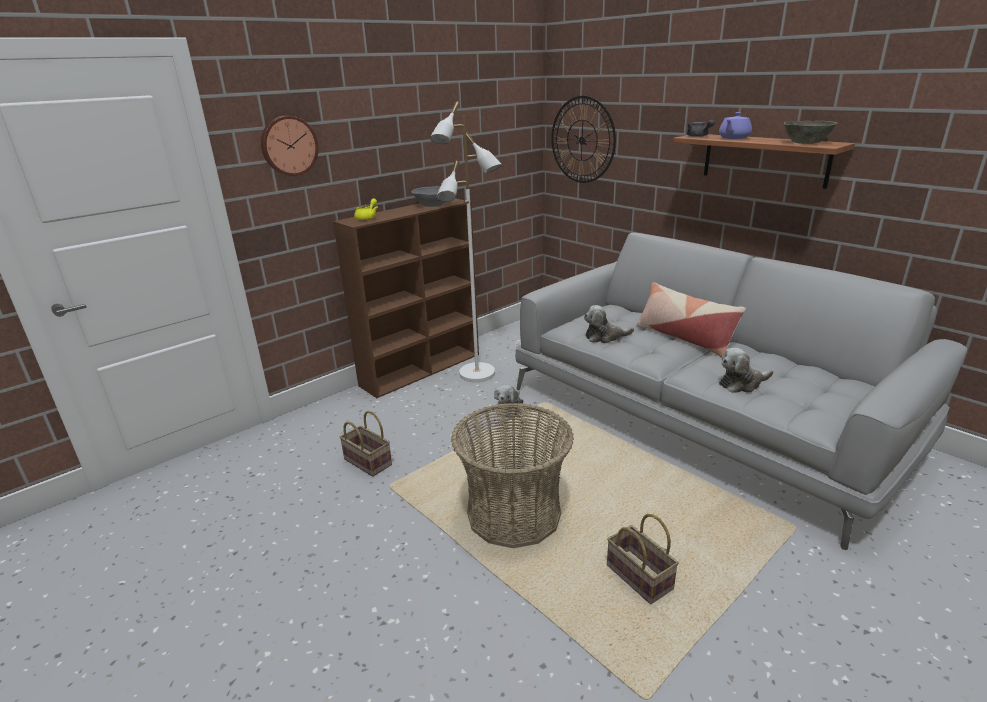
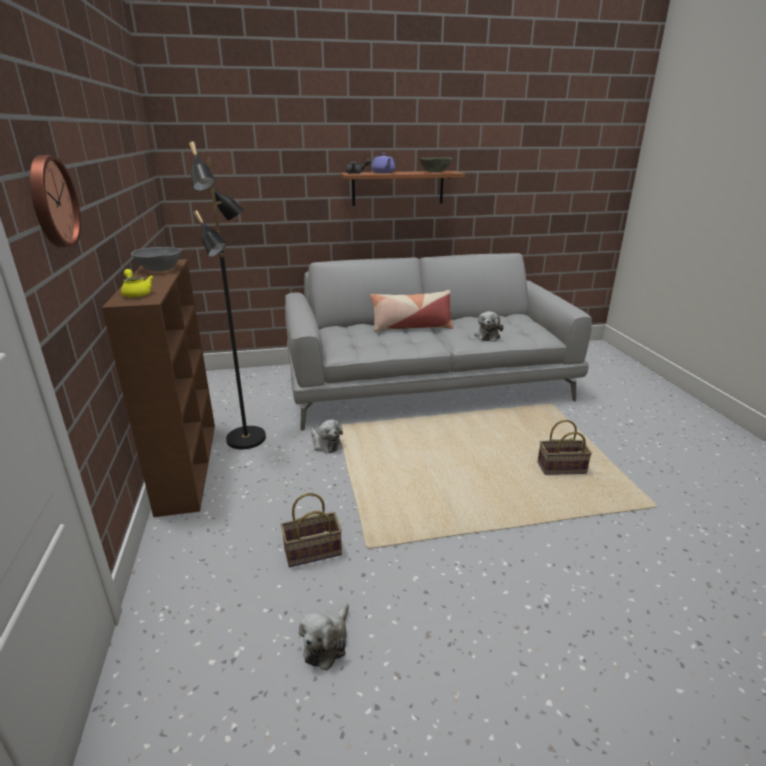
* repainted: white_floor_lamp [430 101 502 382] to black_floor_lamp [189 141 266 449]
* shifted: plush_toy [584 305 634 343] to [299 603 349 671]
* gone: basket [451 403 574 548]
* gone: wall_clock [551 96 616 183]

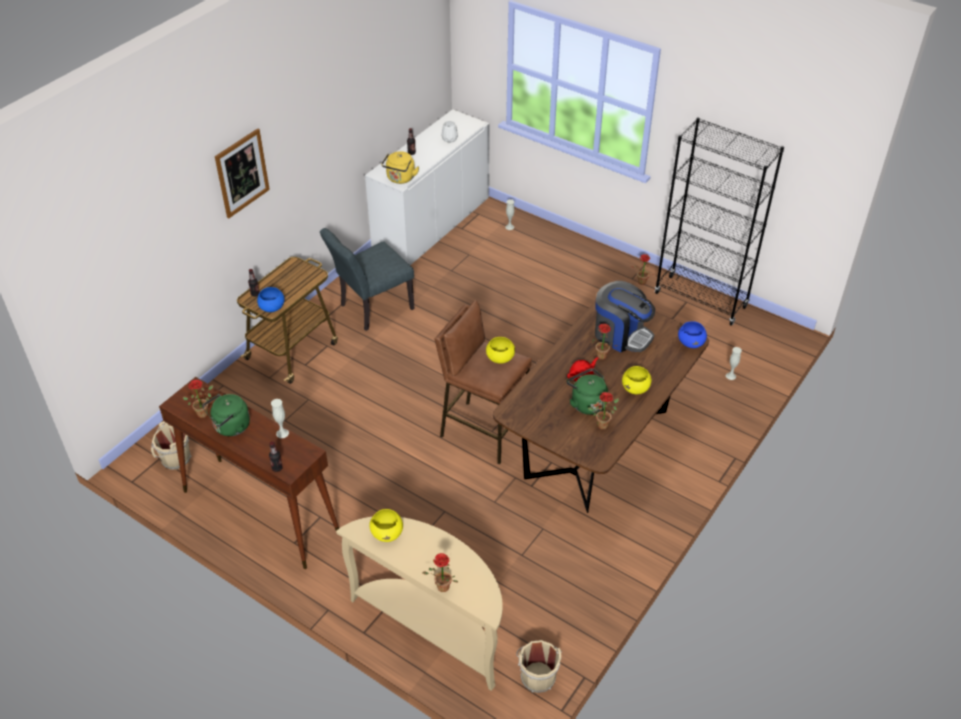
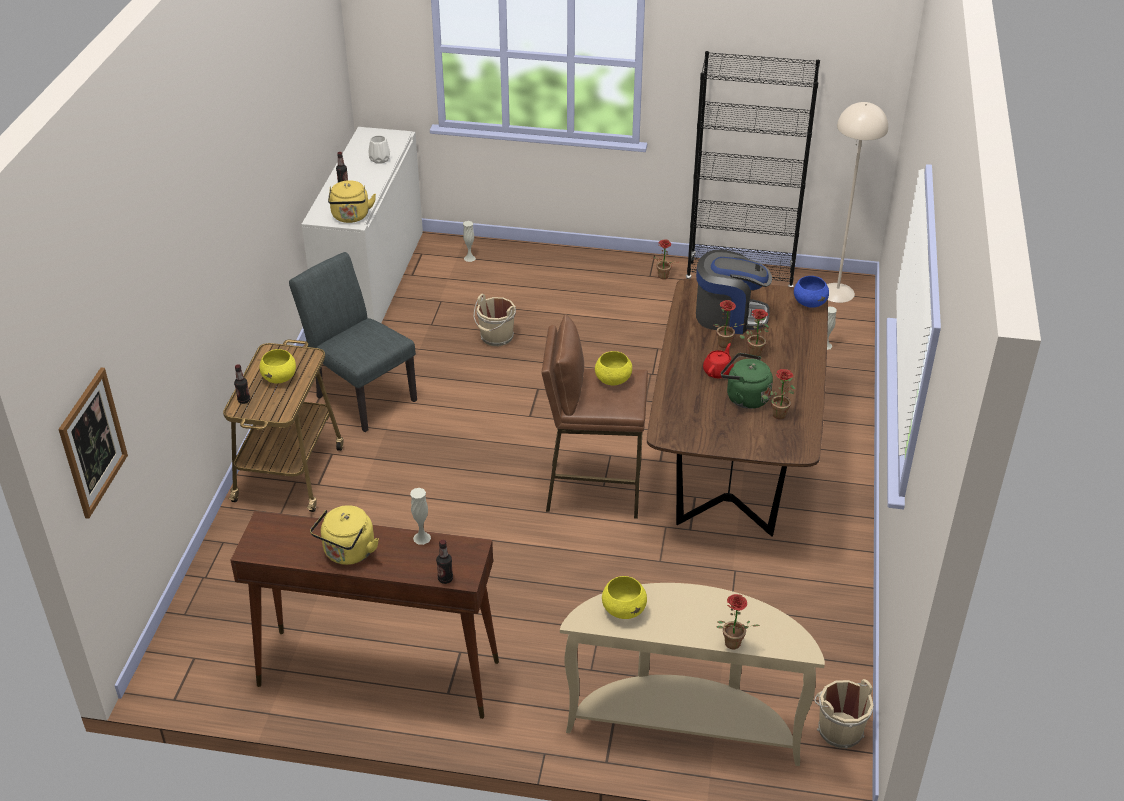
* shifted: picture [215 128 270 218] to [59 367 128 519]
* shifted: yellow_bowl [622 366 651 394] to [260 349 296 383]
* rotated: grey_chair [320 228 415 331] = [289 252 417 432] 105 degrees clockwise
* repainted: green_kettle [202 394 250 436] to yellow_kettle [310 505 379 565]
* shifted: beige_bucket [151 421 192 470] to [474 294 516 346]
* shifted: potted_plant [183 380 213 418] to [739 309 769 356]
* new: beige_floor_lamp [827 102 888 303]
* gone: blue_bowl [257 287 284 312]

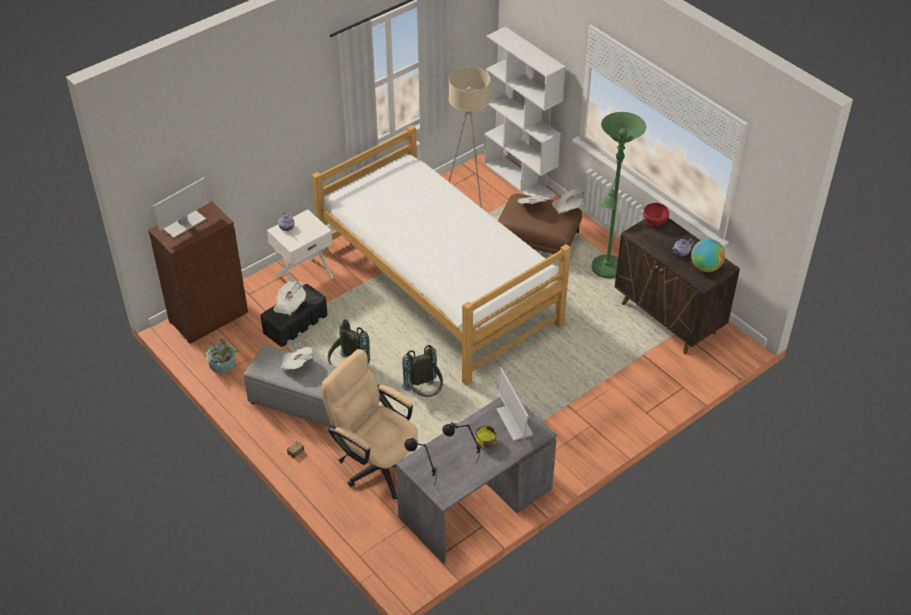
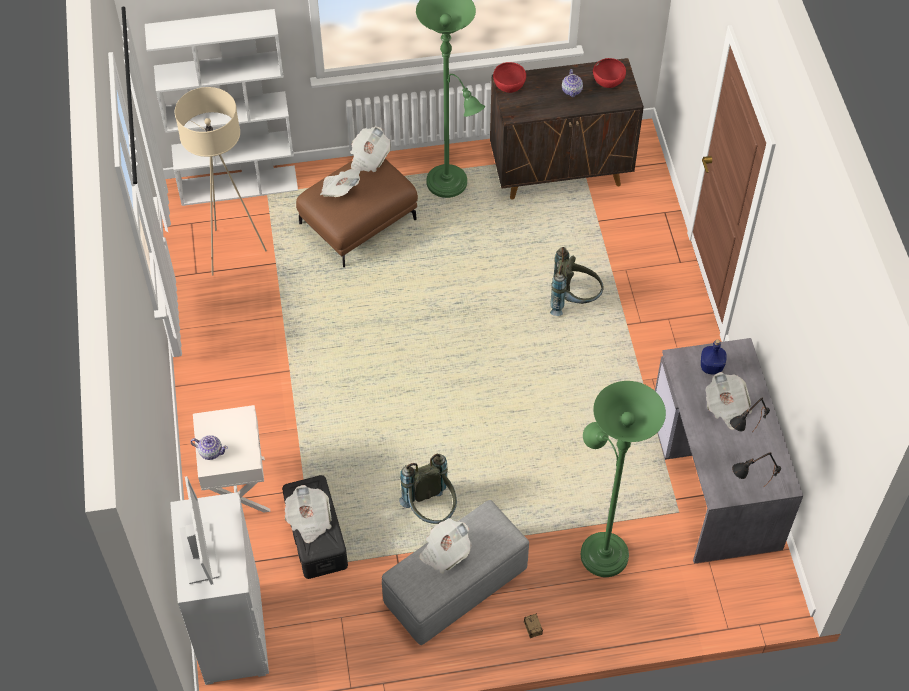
* repainted: brown_dresser [148 200 248 344] to white_dresser [170 492 269 685]
* shifted: grey_backpack [402 345 443 397] to [550 247 604 316]
* swapped: beige_office_chair [321 349 418 499] to green_floor_lamp [581 381 666 577]
* swapped: globe [691 239 725 272] to red_bowl [593 58 626 88]
* swapped: monitor [496 367 533 441] to blue_bottle [701 339 727 375]
* swapped: yellow_bowl [476 426 497 447] to newspaper [705 372 752 430]
* gone: potted_plant [204 338 241 374]
* gone: bed [312 125 571 386]

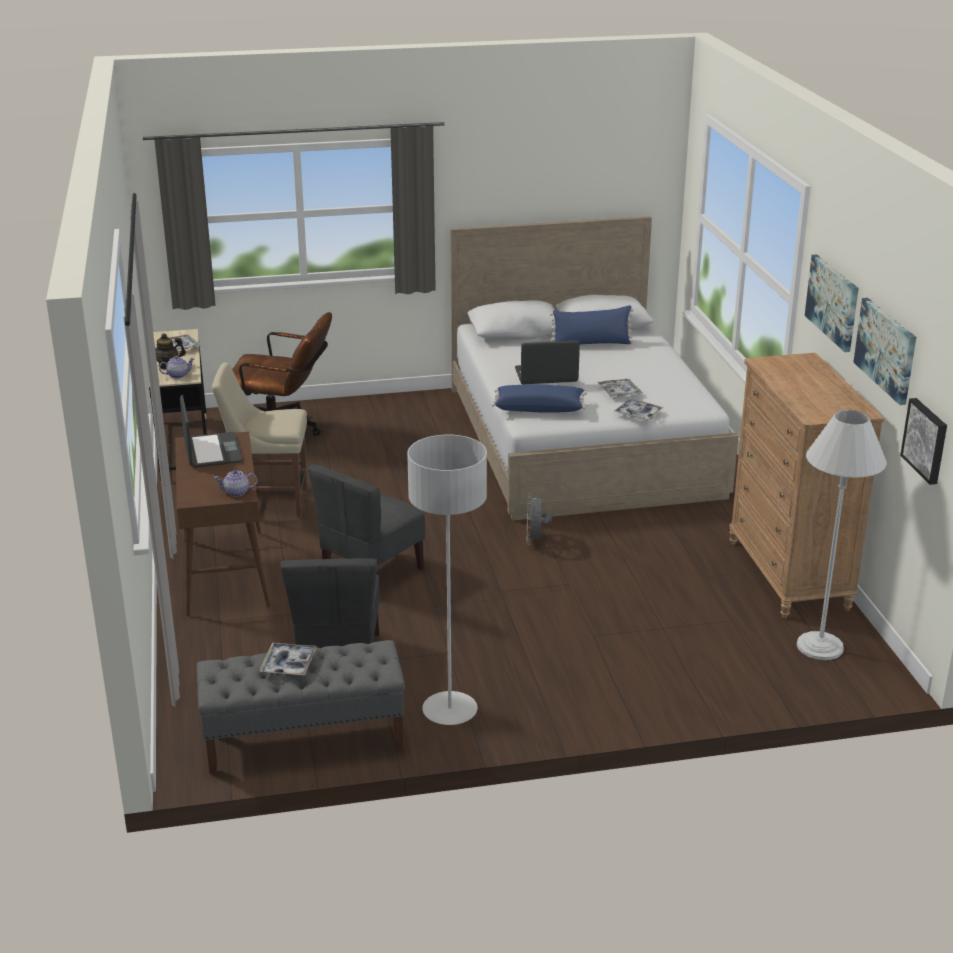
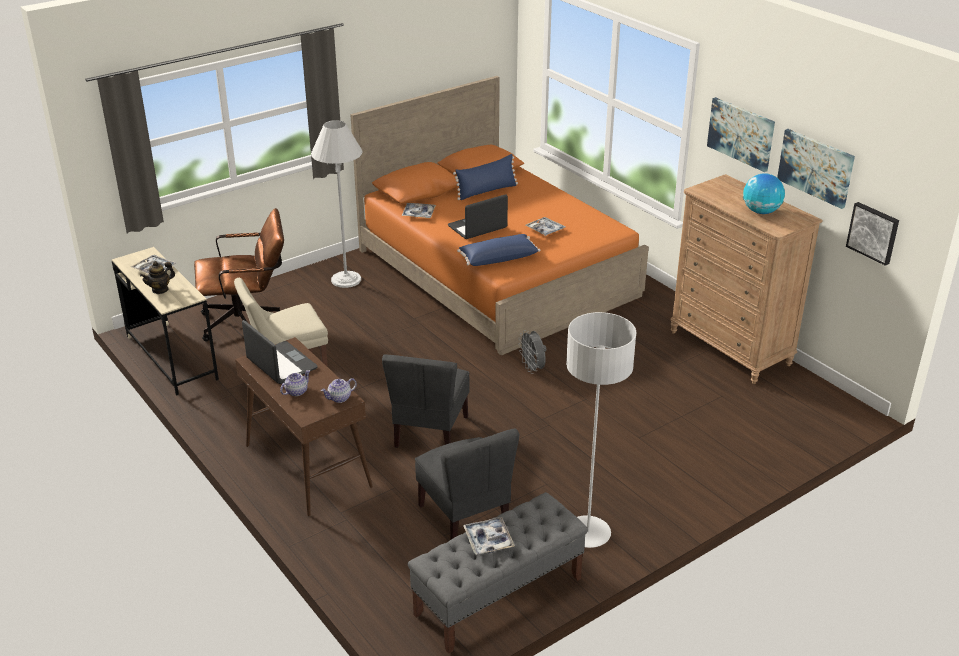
* shifted: teapot [159 356 195 378] to [280 370 310 396]
* shifted: white_floor_lamp [797 410 887 660] to [311 120 362 288]
* repainted: white_bed [450 216 738 521] to orange_bed [350 76 649 356]
* shifted: tray [613 399 663 421] to [402 203 436 218]
* new: globe [743 173 785 214]

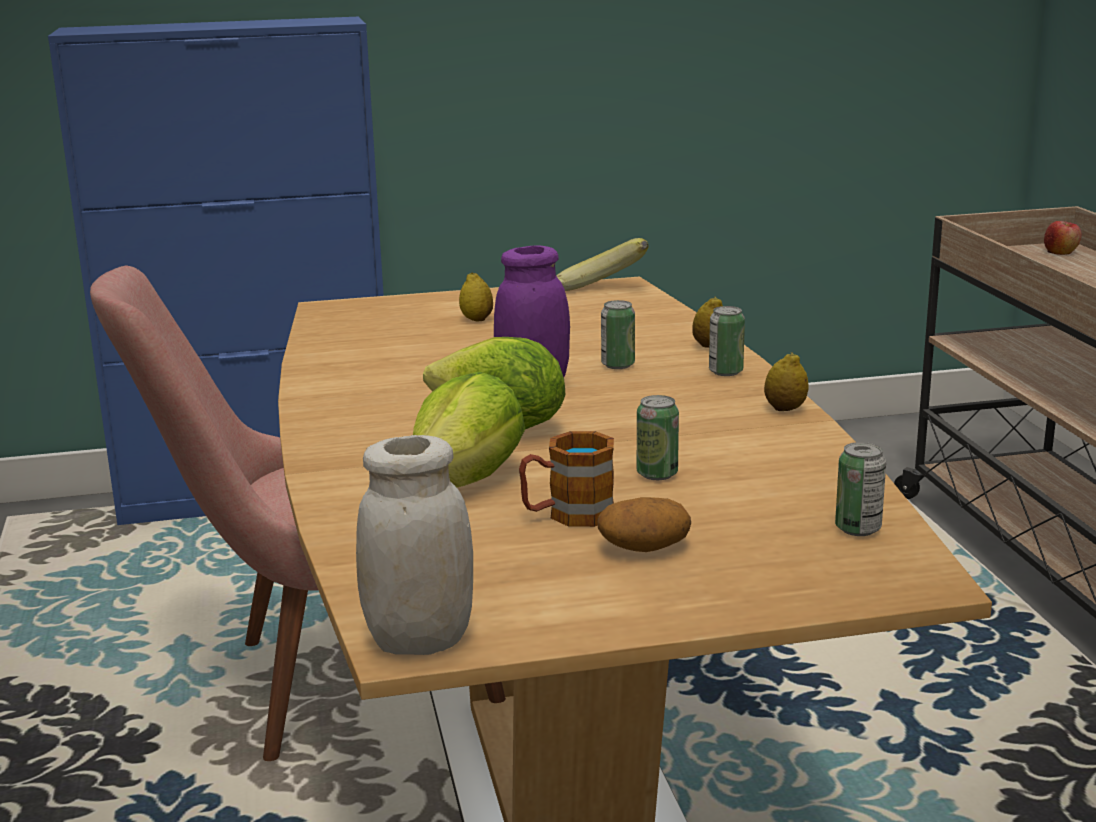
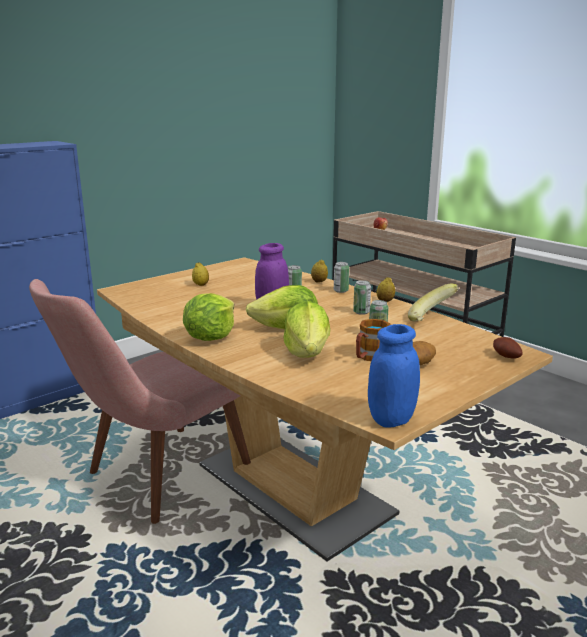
* new: lettuce [183 293 234 341]
* shifted: can [835 442 886 536] to [353 280 371 315]
* repainted: white_jar [356 435 473 655] to blue_jar [368 324 420 428]
* shifted: banana [556 238 649 291] to [408 284 459 321]
* new: potato [493 337 523 359]

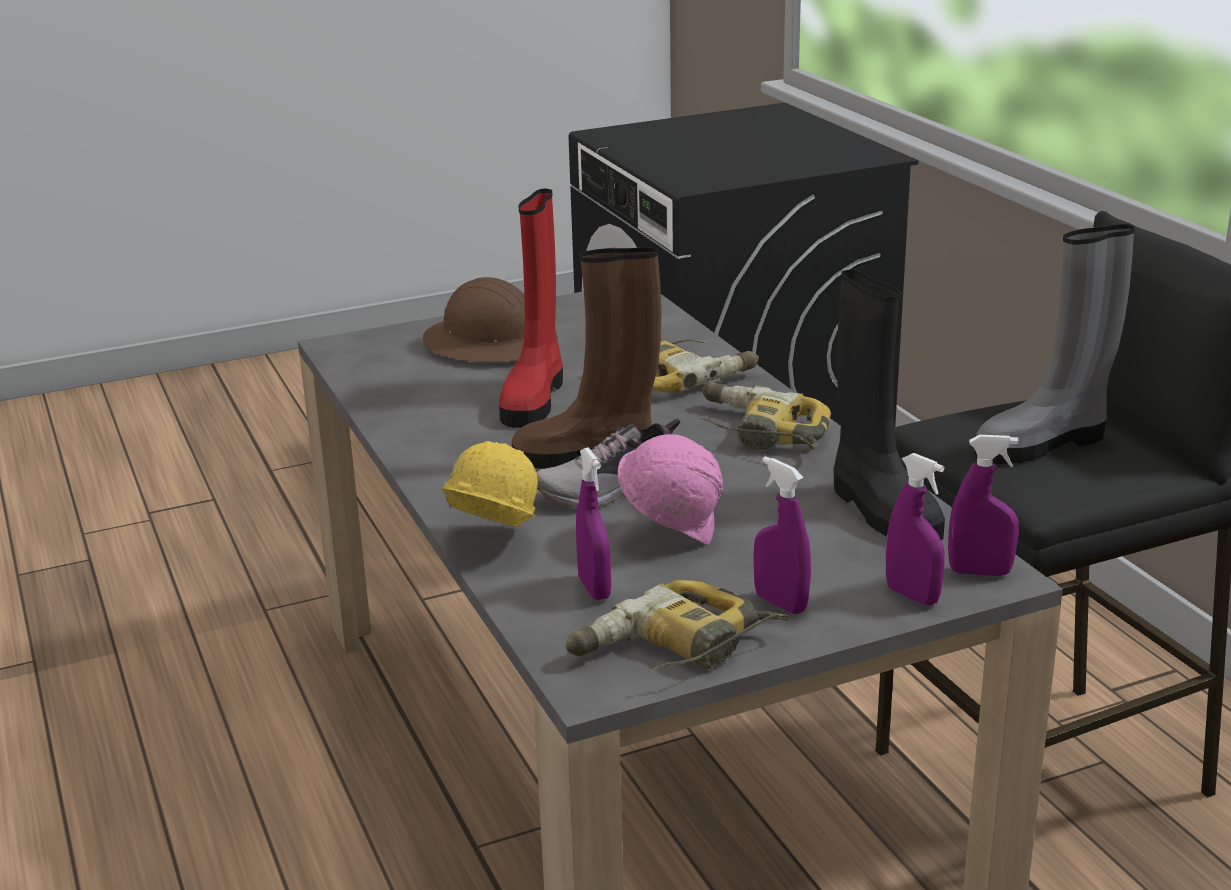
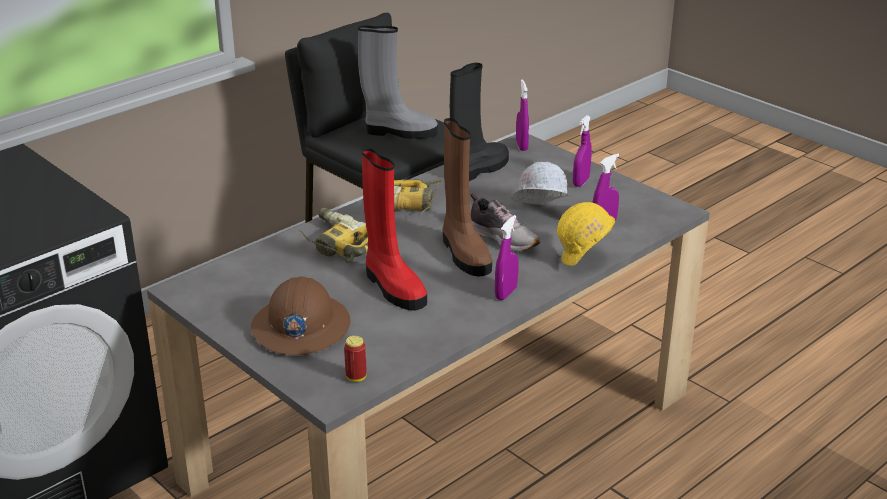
* new: can [344 336 367 382]
* rotated: grey_boot [974 224 1135 464] = [358 25 438 139] 45 degrees counterclockwise
* rotated: red_boot [499 189 563 428] = [362 148 427 311] 60 degrees clockwise
* shifted: purple_spray_bottle [886 453 945 606] to [495 215 518 300]
* repainted: pink_hard_hat [618 434 723 545] to white_hard_hat [511 162 569 205]
* gone: power_drill [565 580 790 673]

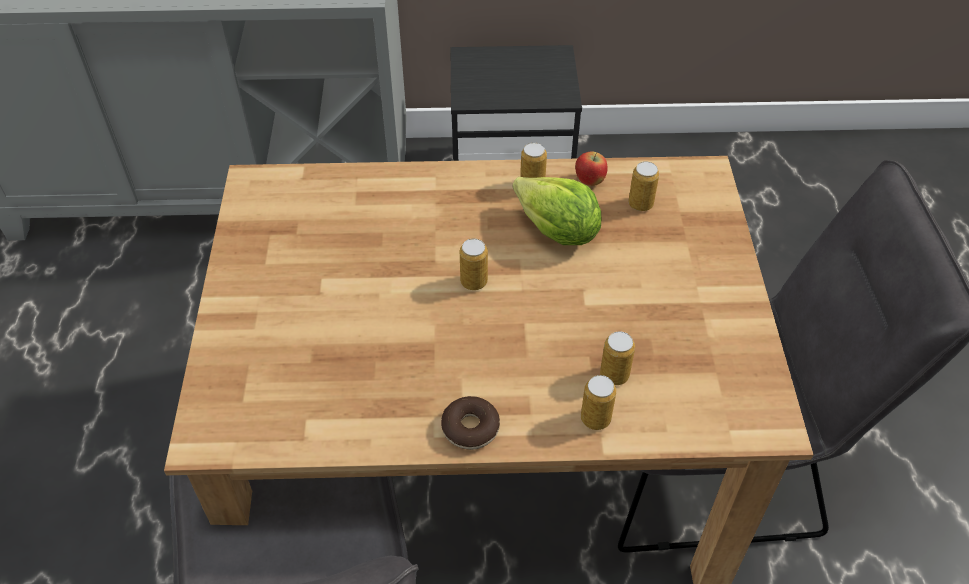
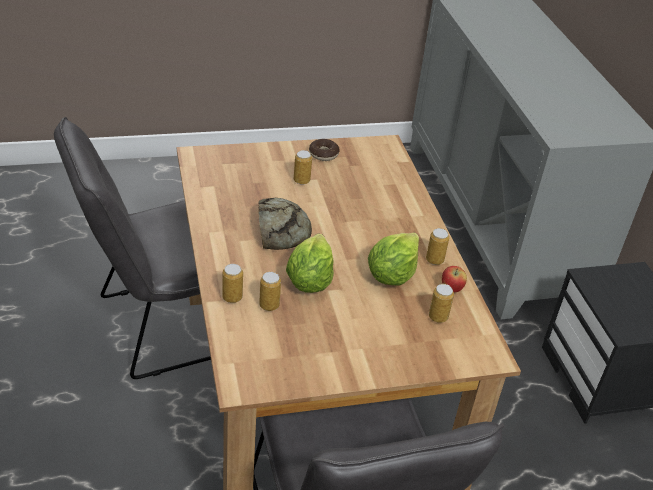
* new: bread [258 198 312 250]
* new: lettuce [286 234 334 293]
* shifted: can [460 239 488 290] to [294 150 312 185]
* shifted: donut [441 396 500 450] to [309 139 339 161]

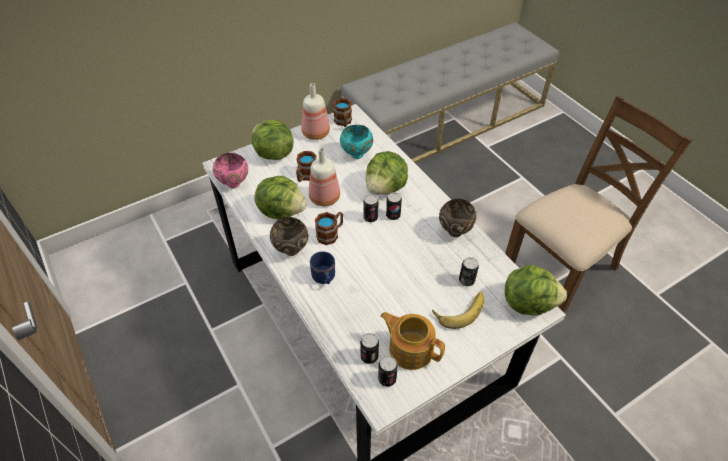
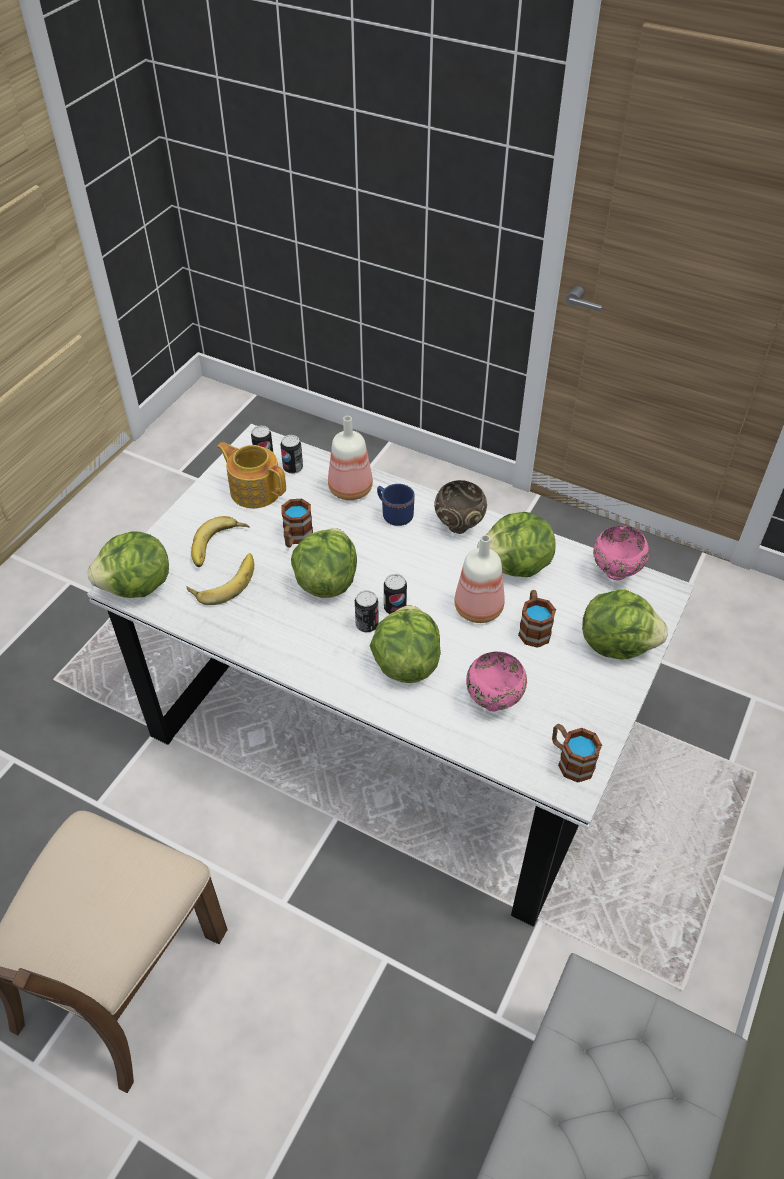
* swapped: can [459 257 479 286] to banana [187 553 254 605]
* rotated: teapot [381 312 445 370] = [217 442 286 508] 150 degrees counterclockwise
* shifted: mug [315 212 343 245] to [281 499 313 547]
* new: lettuce [291 528 357 598]
* shifted: bottle [301 83 330 140] to [328 416 373 500]
* repainted: turquoise_bowl [340 125 373 159] to pink_bowl [466 652 527 712]
* gone: brown_bowl [439 199 476 237]

